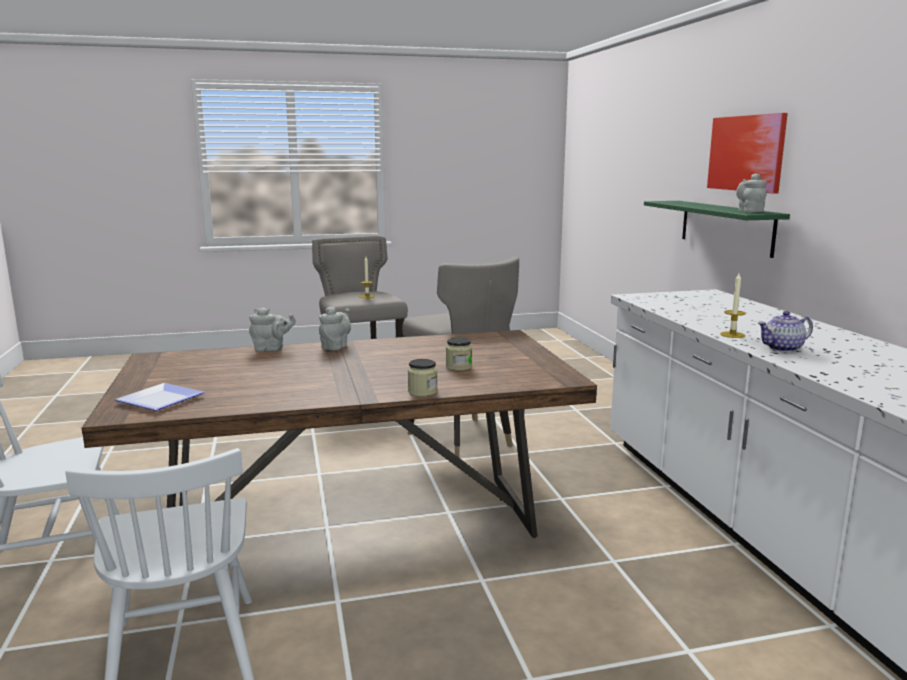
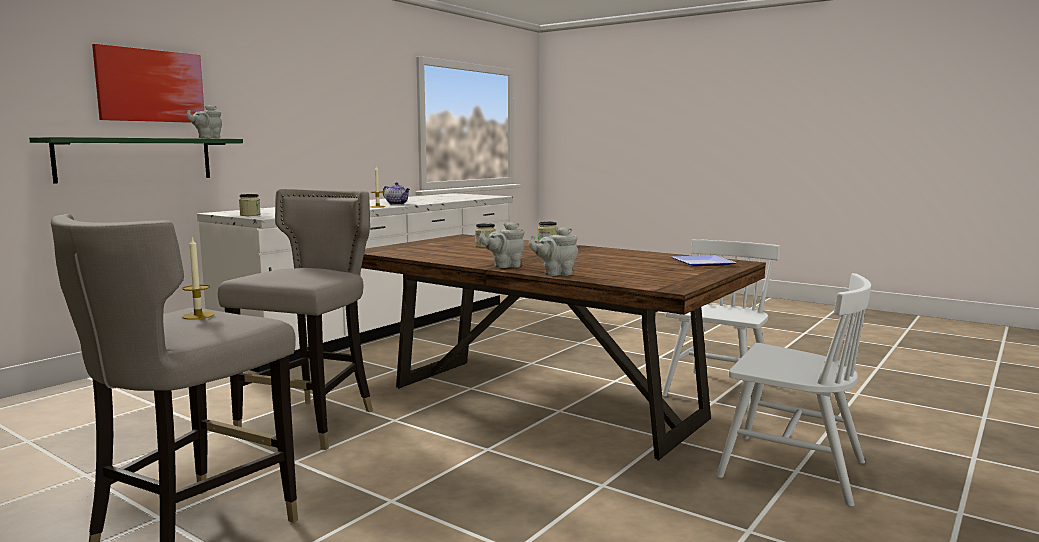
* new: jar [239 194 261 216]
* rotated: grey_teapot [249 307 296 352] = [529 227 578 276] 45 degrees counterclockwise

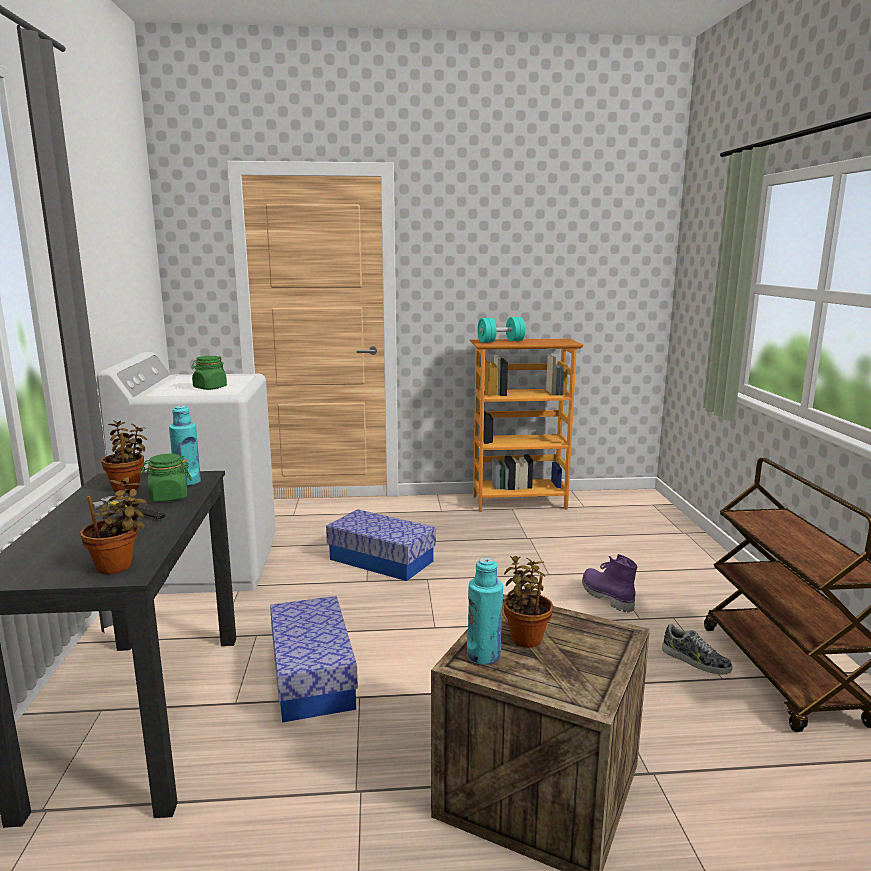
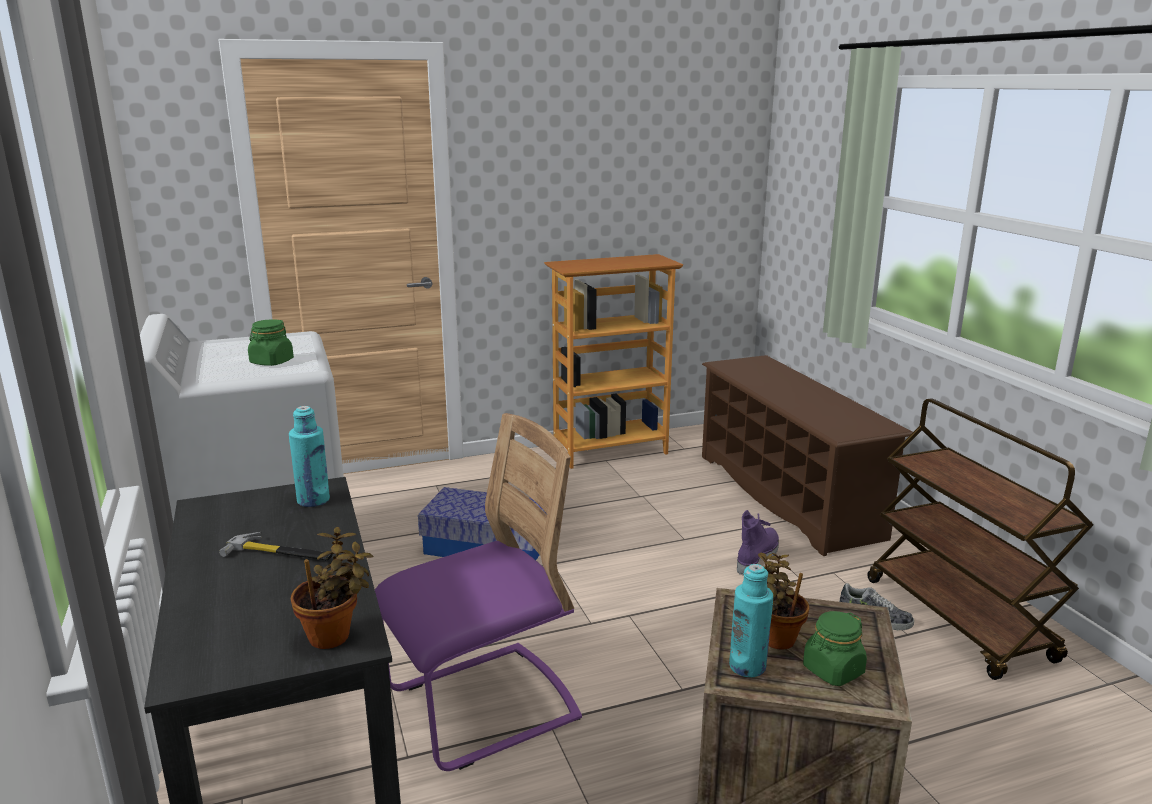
* swapped: storage_box [270 596 358 723] to purple_chair [375 413 582 771]
* new: brown_shoe_rack [702 355 913 556]
* rotated: purple_boot [582 554 637 613] = [737 510 779 576] 75 degrees clockwise
* shifted: green_jar [141 454 192 502] to [803 611 867 686]
* gone: potted_plant [101 420 147 492]
* gone: turquoise_dumbbell [477 317 525 343]

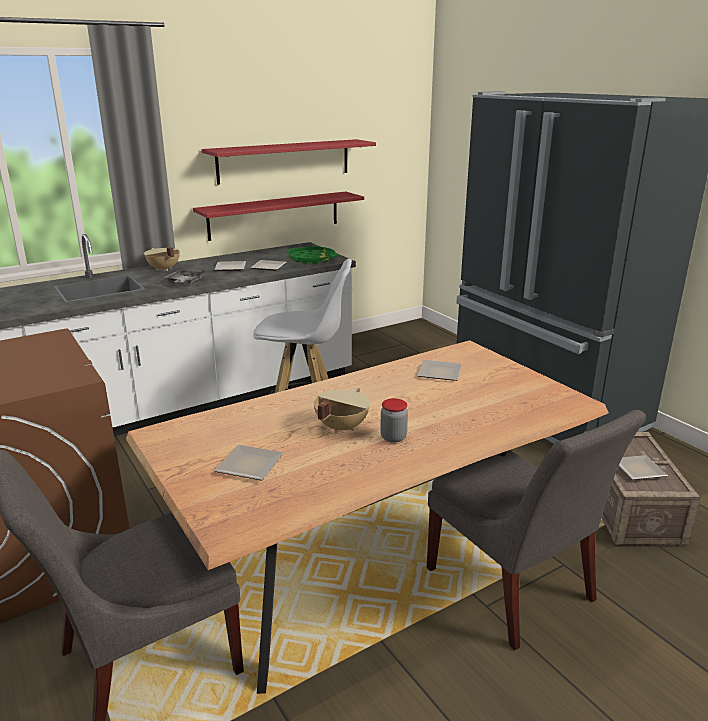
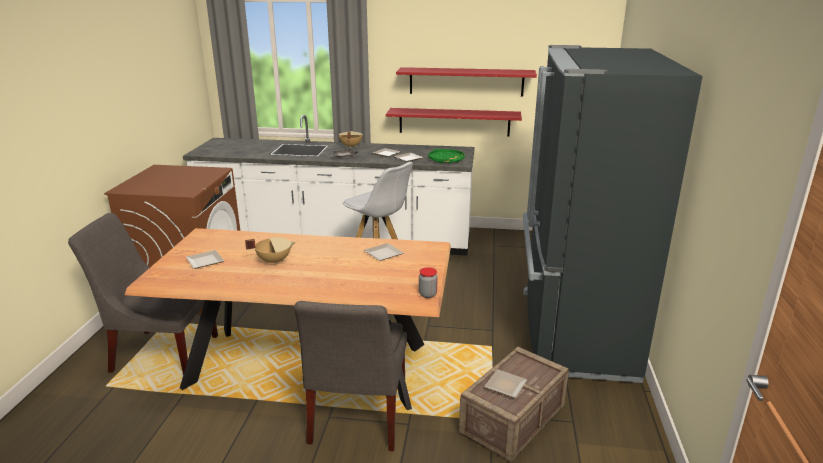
* shifted: jar [380 398 408 443] to [419 267 438 298]

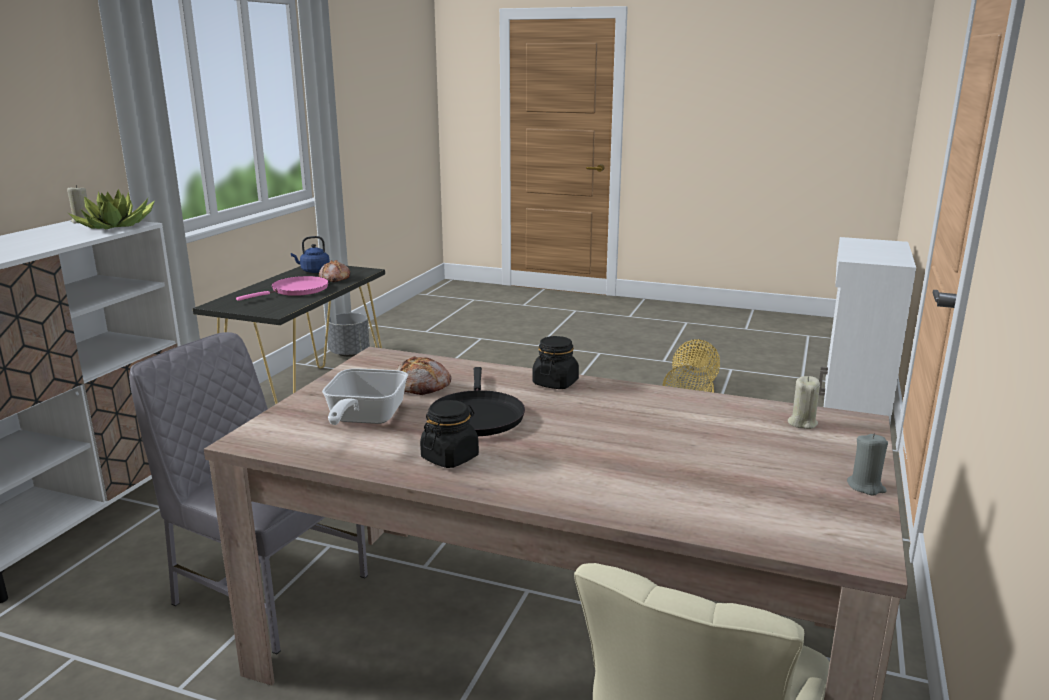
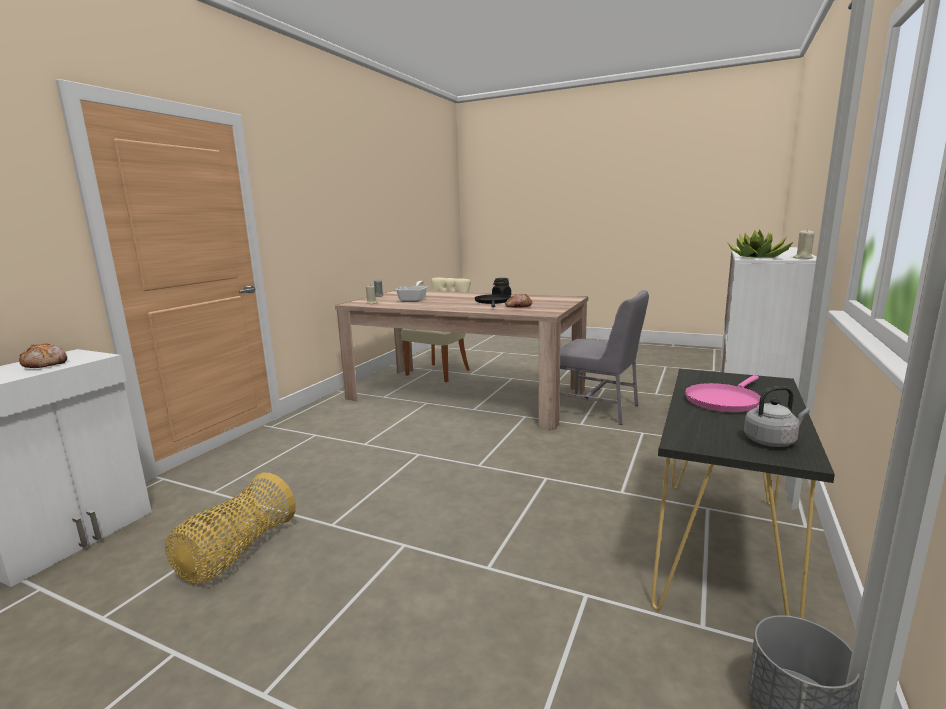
* shifted: bread [319 260 350 282] to [19 343 67 368]
* shifted: frying_pan [322 368 408 425] to [396 281 427 302]
* repainted: blue_kettle [291 236 330 273] to grey_kettle [744 386 810 447]
* gone: black_jar [532 336 579 389]

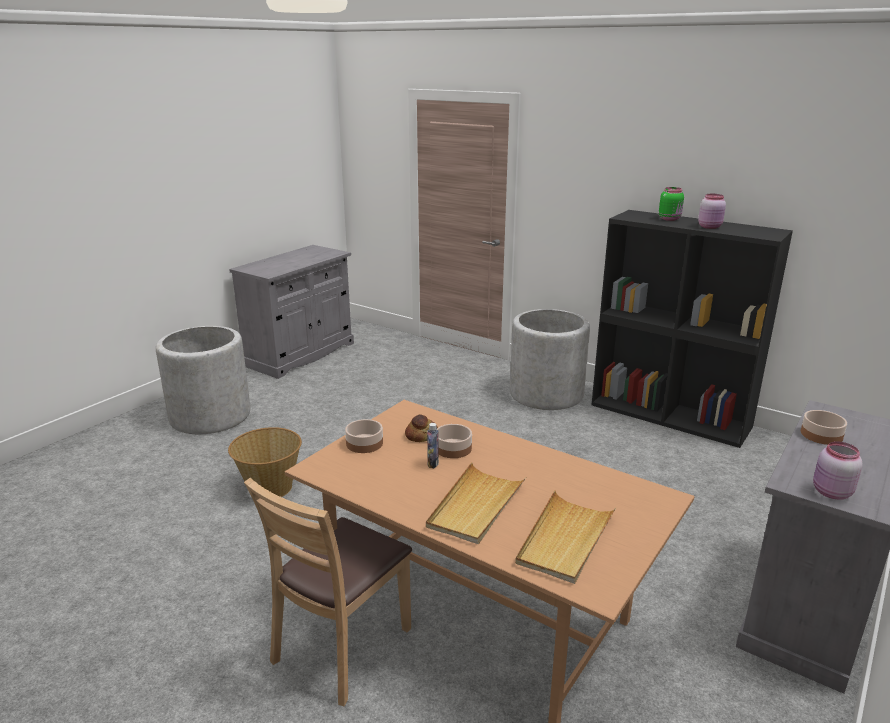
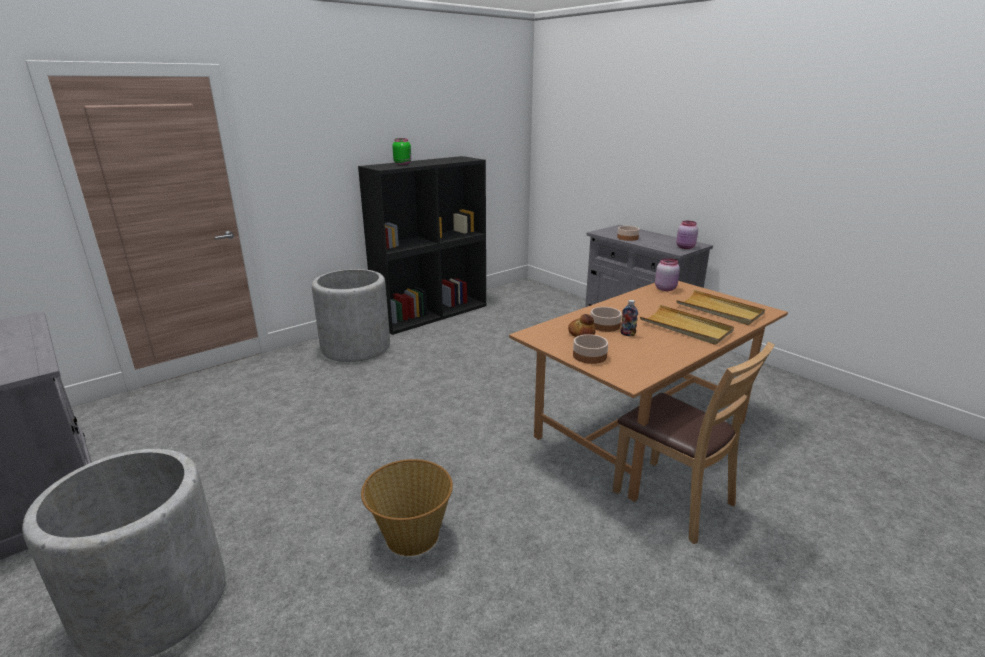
* shifted: pink_jar [698 194 726 229] to [655 258 680 291]

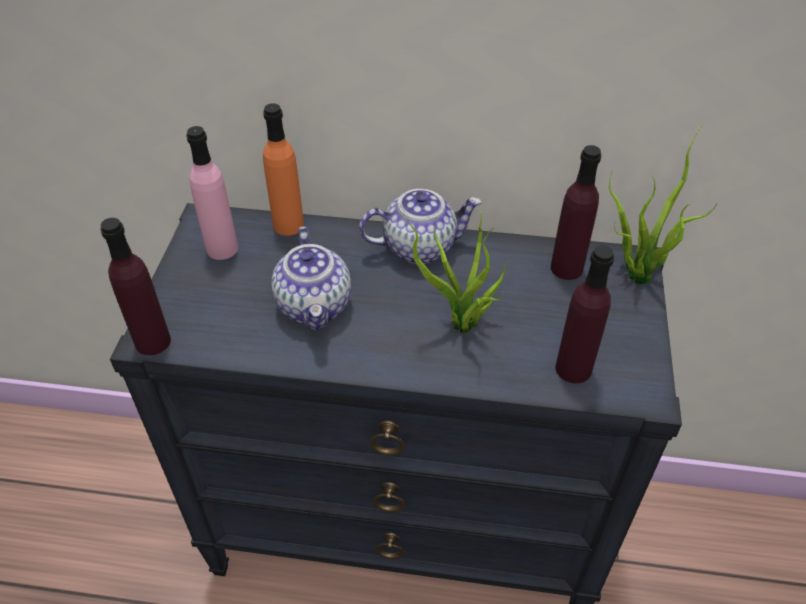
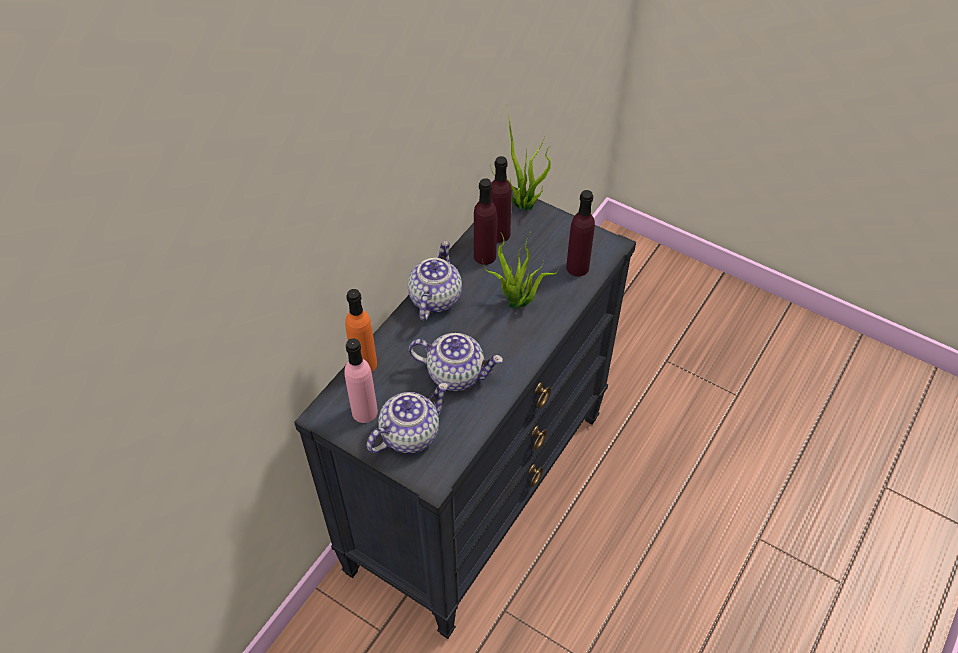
* new: teapot [367 383 449 453]
* shifted: purple_bottle [100 218 171 355] to [474 178 497 265]

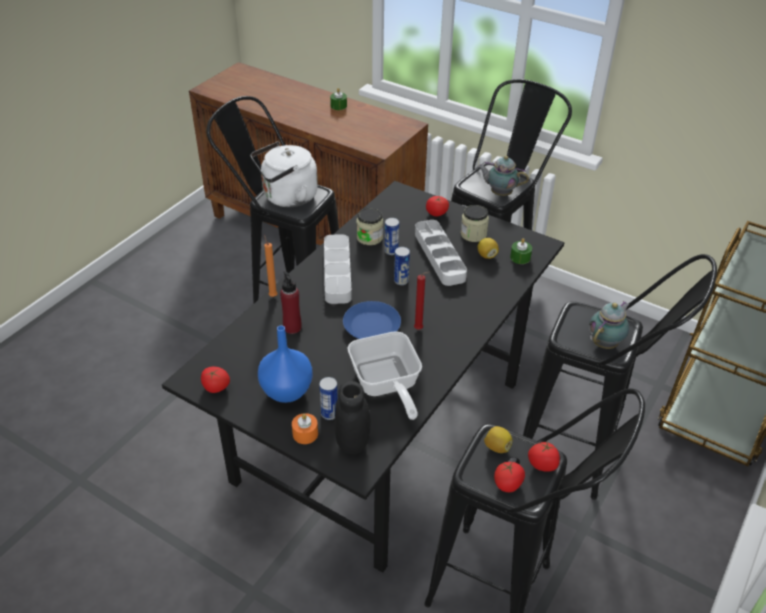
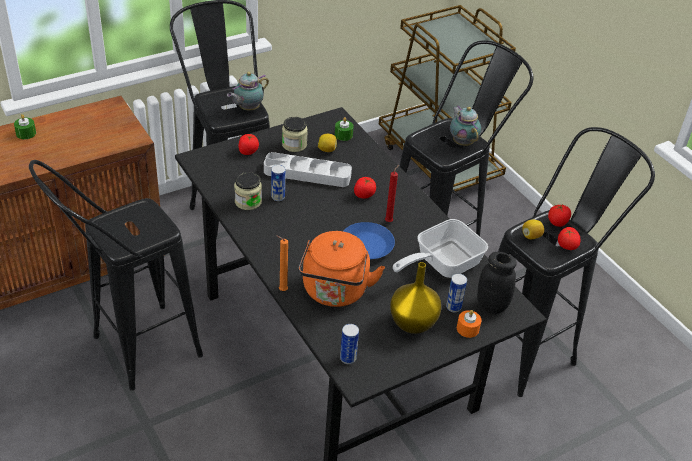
* swapped: red_bottle [280 271 302 334] to orange_kettle [298 231 385 307]
* shifted: can [394 247 410 285] to [340 324 359 364]
* shifted: tomato [201 367 230 393] to [354 177 376 199]
* repainted: blue_vase [258 325 313 403] to yellow_vase [390 262 441 334]
* rotated: frying_pan [347 331 422 420] = [393 219 488 278] 135 degrees clockwise
* gone: white_kettle [251 141 318 207]
* gone: grey_tray [324 234 352 304]

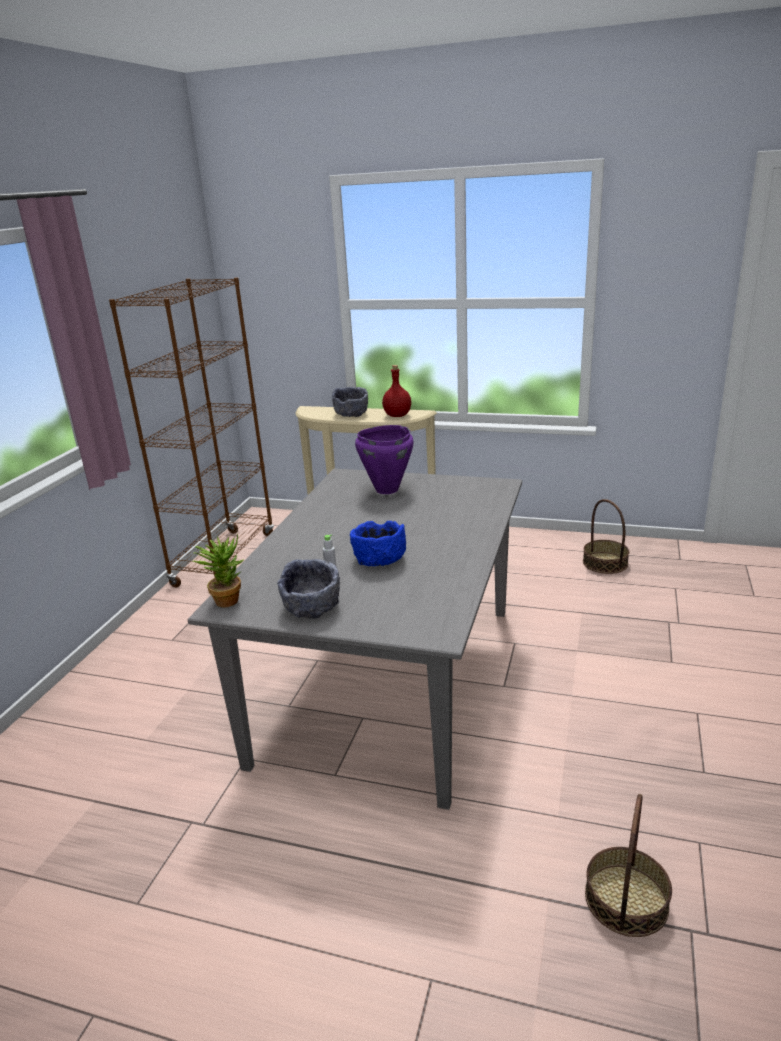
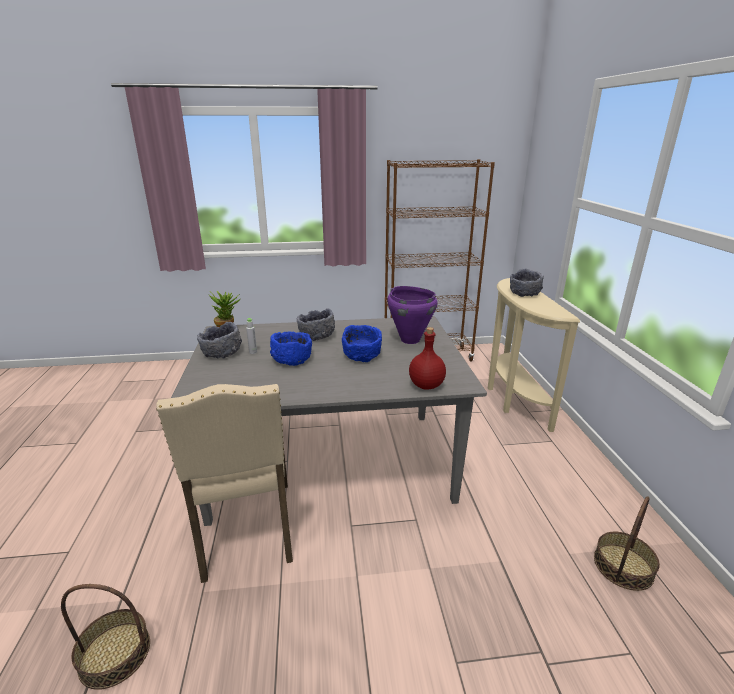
* new: beige_chair [156 384 293 583]
* new: grey_bowl [297 308 335 341]
* new: blue_bowl [342 325 382 362]
* shifted: red_bottle [382 365 411 417] to [409 327 446 389]

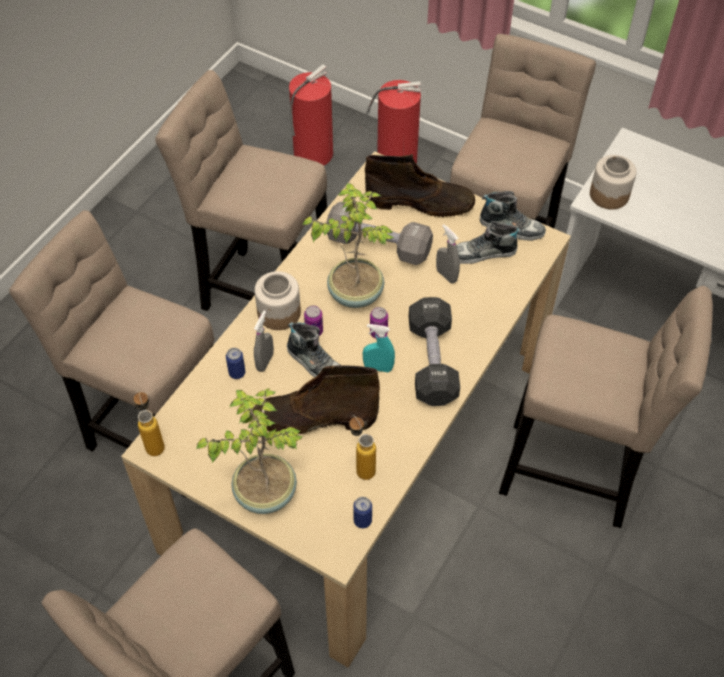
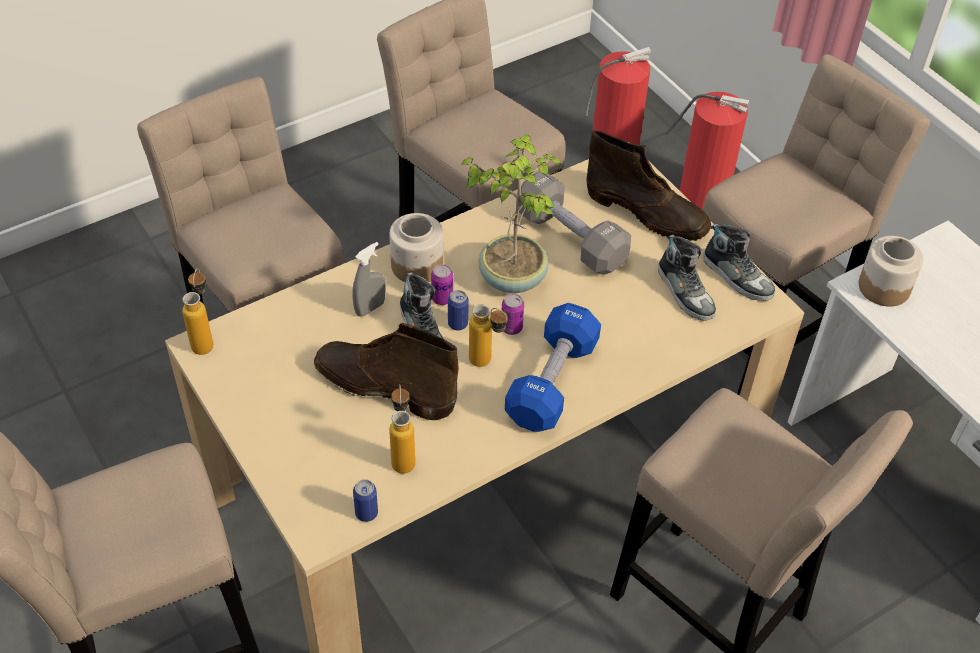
* shifted: can [226 348 245 379] to [448 290 469 331]
* swapped: turquoise_spray_bottle [363 324 395 372] to bottle [469 305 508 367]
* repainted: black_dumbbell [409 297 460 406] to blue_dumbbell [505 303 601 432]
* rotated: shoe [456 221 521 264] = [658 235 716 321] 135 degrees counterclockwise
* gone: potted_plant [196 389 303 514]
* gone: grey_spray_bottle [436 224 460 283]

